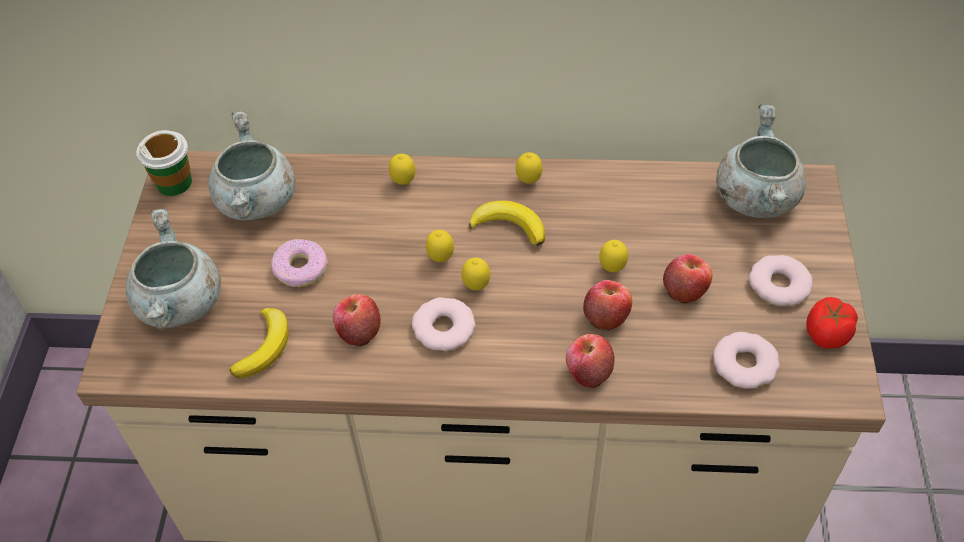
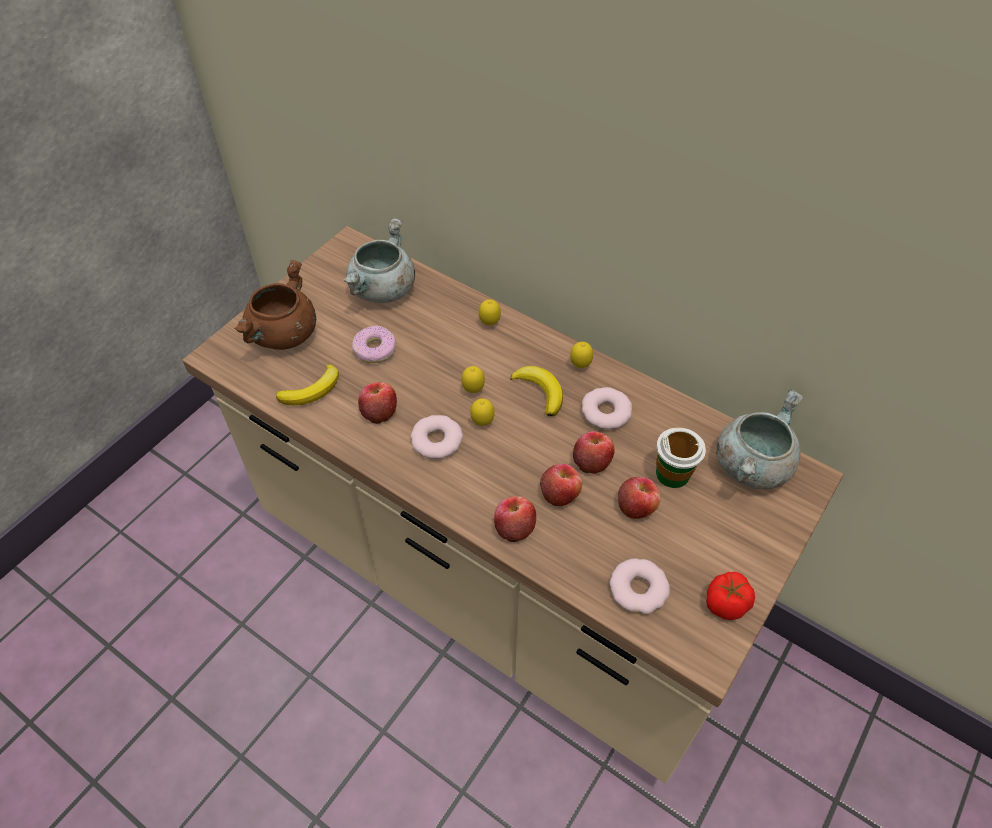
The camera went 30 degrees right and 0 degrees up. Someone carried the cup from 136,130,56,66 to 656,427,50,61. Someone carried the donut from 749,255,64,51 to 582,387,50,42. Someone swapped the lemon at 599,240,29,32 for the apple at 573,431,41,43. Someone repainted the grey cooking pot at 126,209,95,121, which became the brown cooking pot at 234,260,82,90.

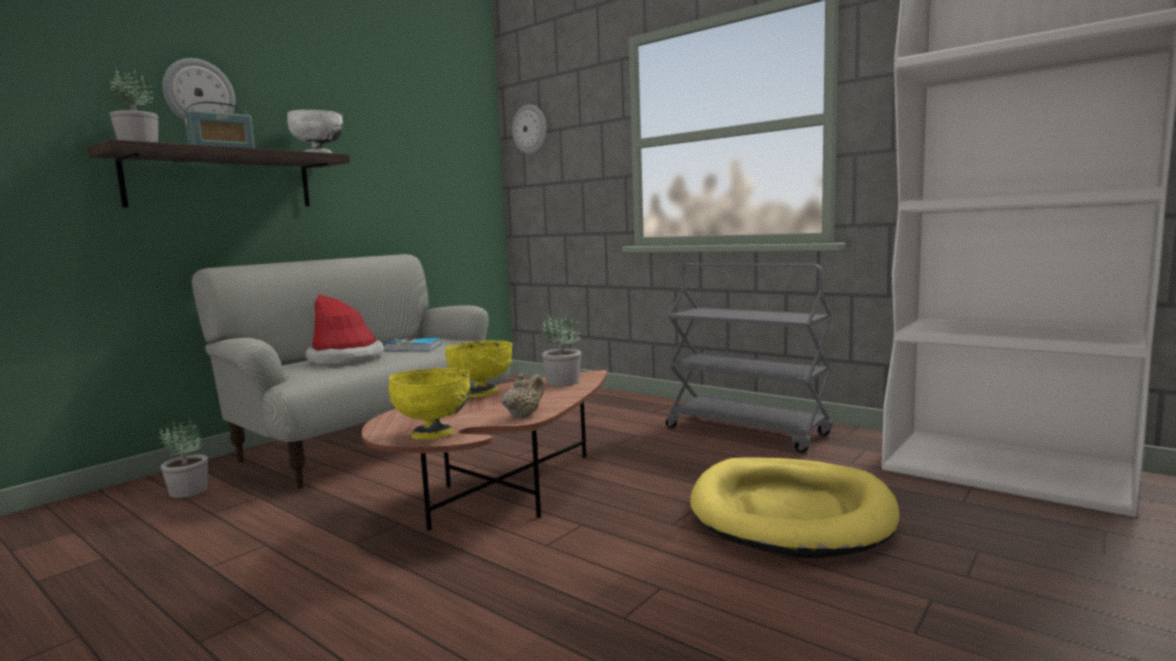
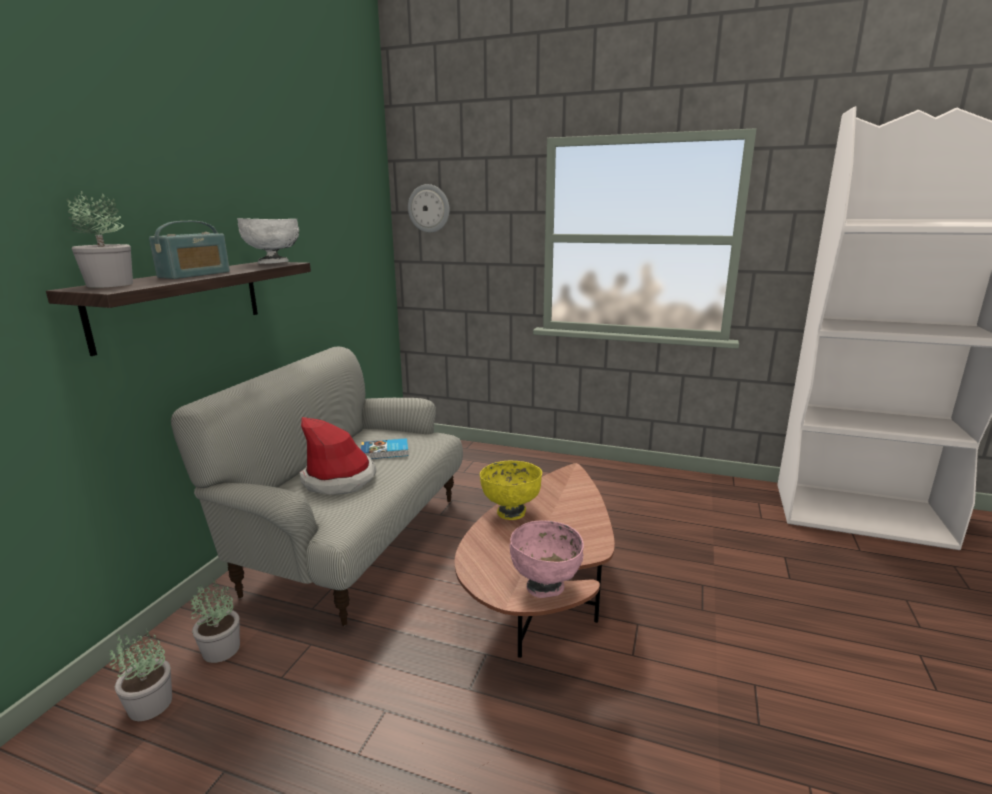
The camera went 20 degrees left and 10 degrees up. Someone took away the wall clock at 162,58,73,64. Someone took away the beige teapot at 502,373,42,45. Someone took away the grey cart at 666,263,167,190. Someone took away the yellow dog bed at 690,458,209,100. Someone carried the potted plant from 542,312,39,74 to 109,630,63,91. Someone repainted the yellow bowl at 389,368,81,71, which became the pink bowl at 510,521,74,77.

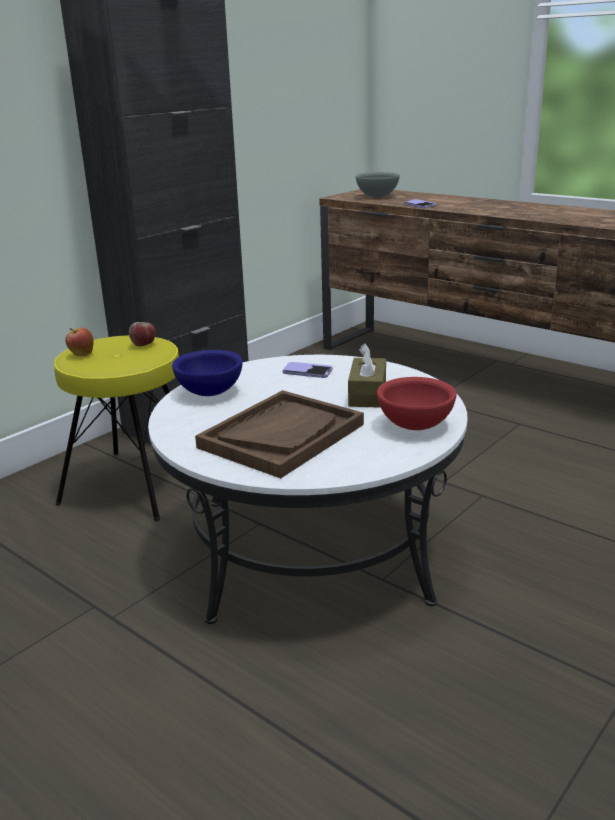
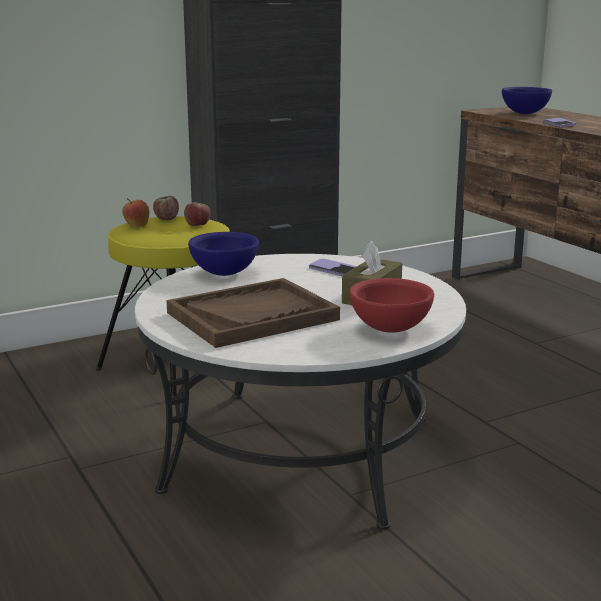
The camera went 20 degrees right and 5 degrees down. Someone put down the apple at 153,196,26,24. Someone repainted the grey bowl at 356,172,44,25, which became the blue bowl at 502,87,50,27.

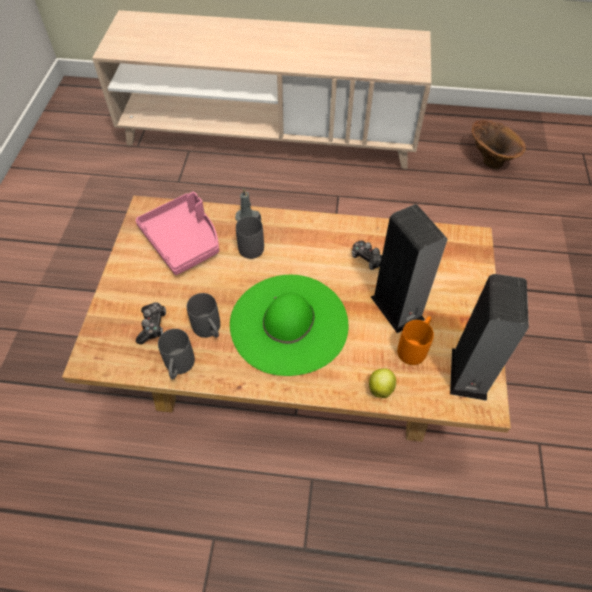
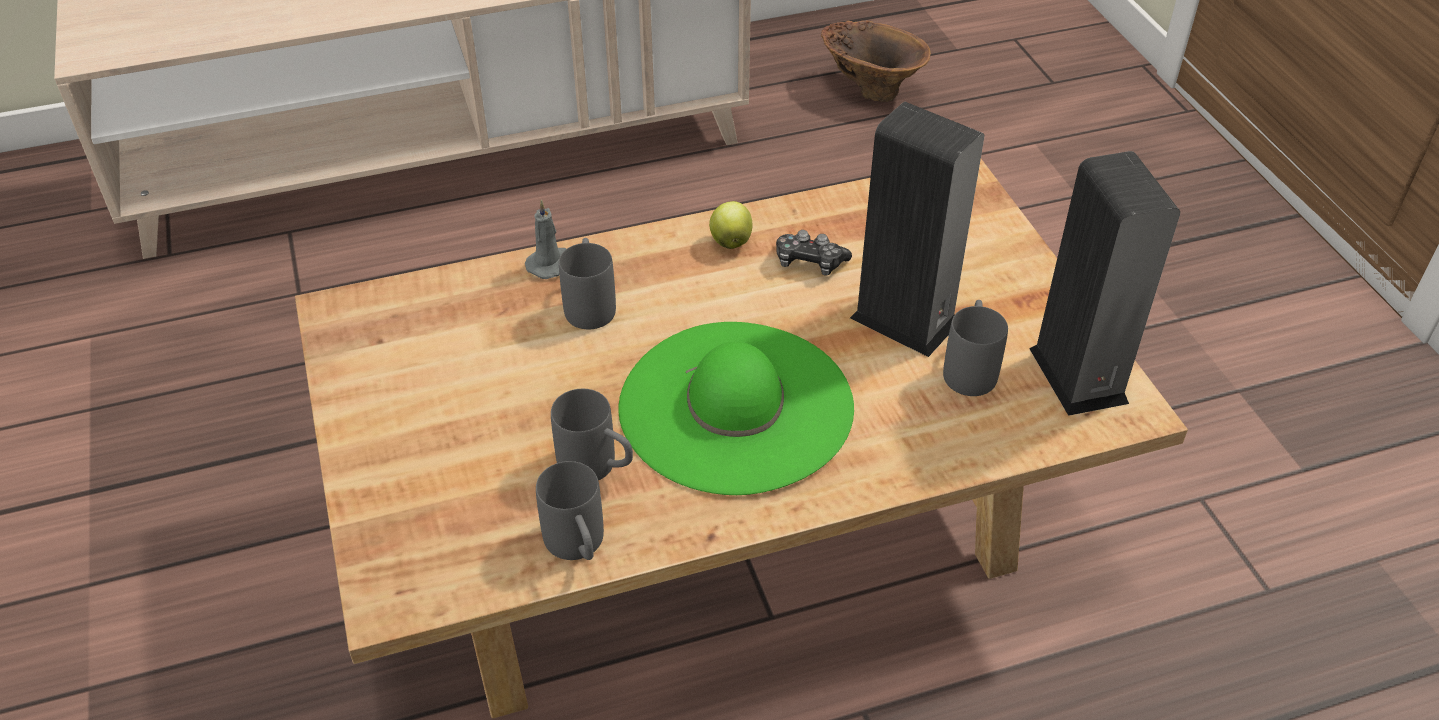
The camera went 25 degrees left and 10 degrees down. Someone took away the pink tray at 135,192,84,83. Someone took away the game controller at 136,302,30,42. Someone carried the apple from 369,368,27,30 to 709,201,43,48. Someone repainted the orange mug at 397,316,37,49, which became the grey mug at 943,300,65,96.

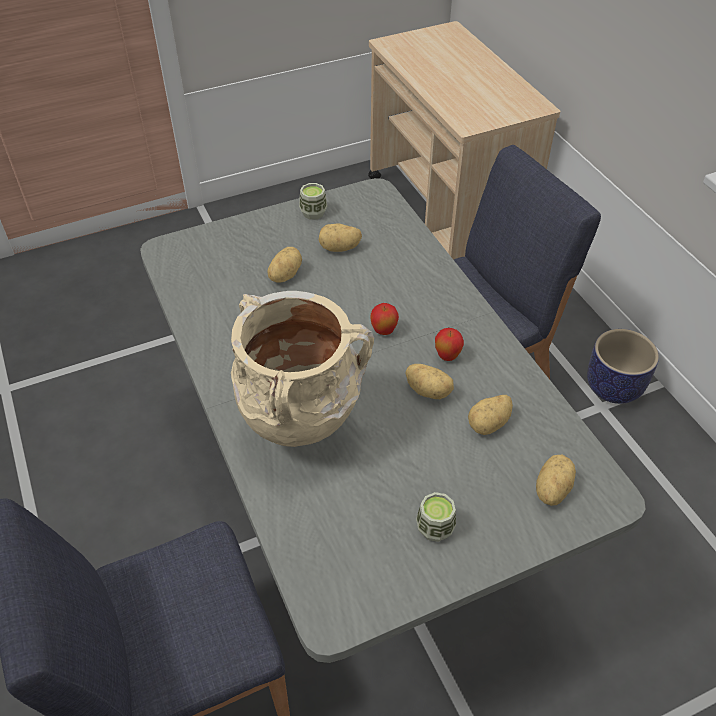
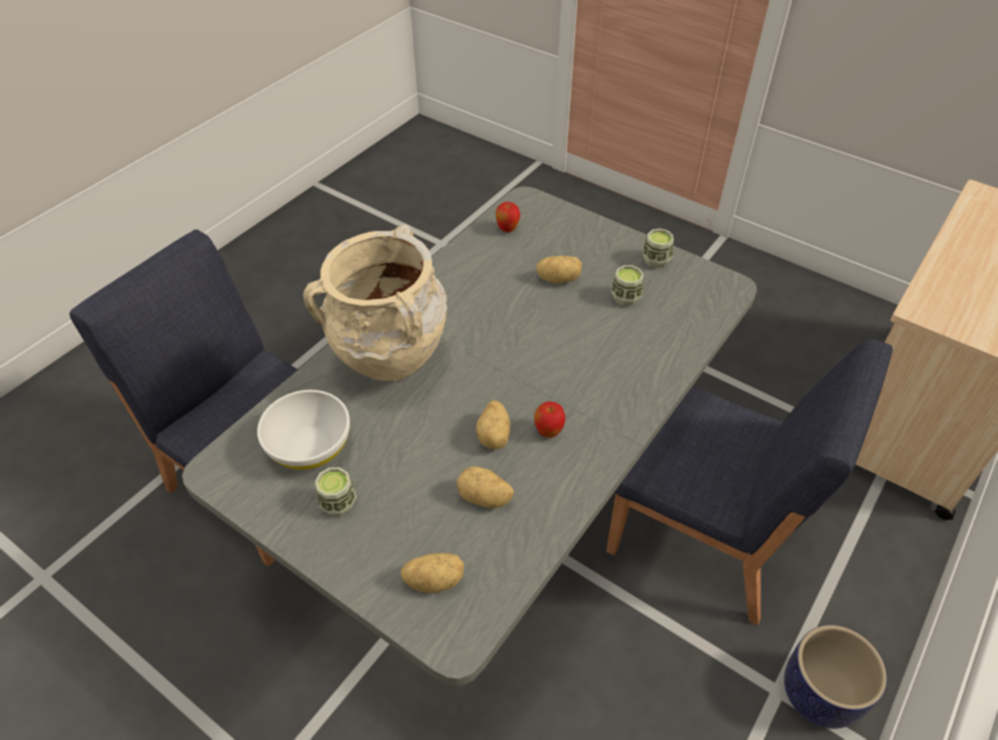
The camera went 60 degrees right and 0 degrees up. Someone put down the white bowl at 257,390,93,80. Someone carried the apple from 370,303,29,32 to 496,202,24,30. Someone swapped the potato at 319,224,43,28 for the cup at 611,265,33,41.

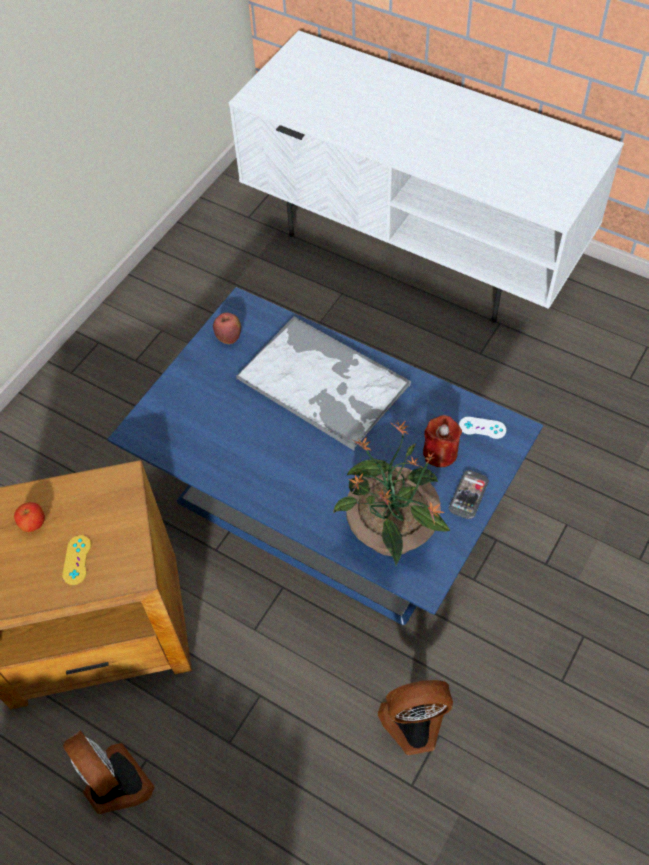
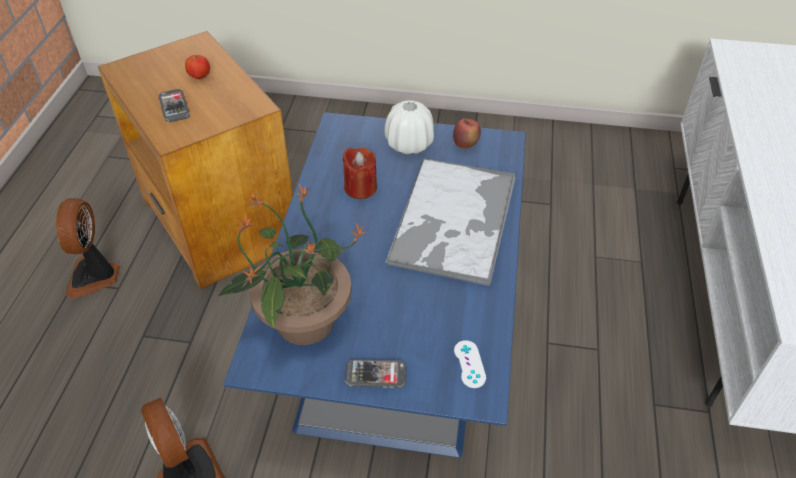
The camera went 65 degrees right and 10 degrees down. Someone put down the white vase at 385,100,49,54. Someone carried the red candle from 423,415,39,52 to 342,147,35,52. Someone swapped the yellow game controller at 62,535,29,50 for the phone at 158,89,32,33. Someone rotated the fan at 63,730,92,84 by 150 degrees clockwise.

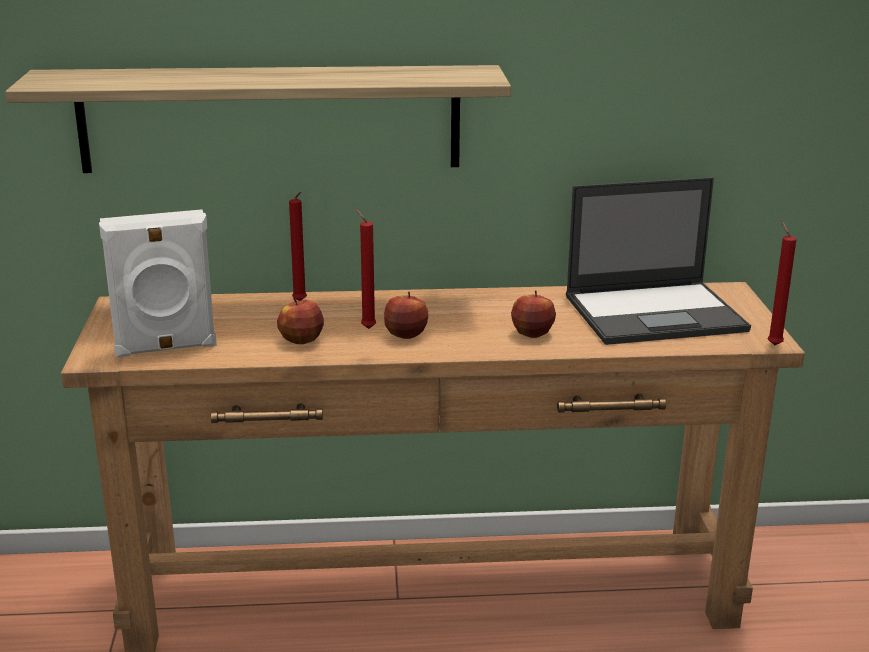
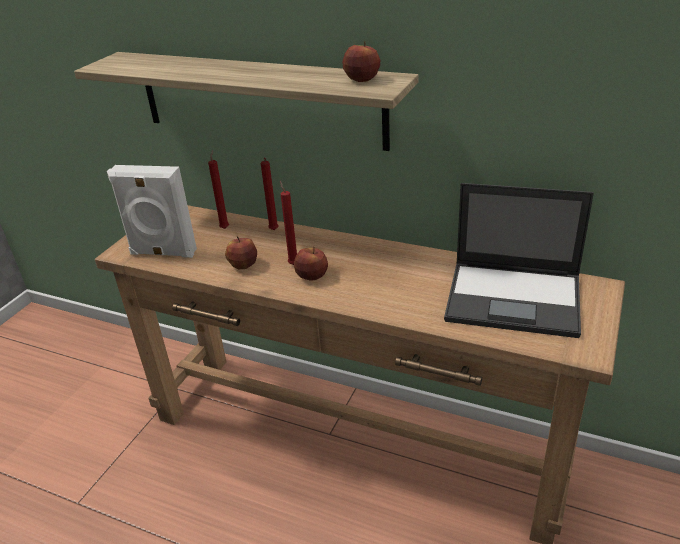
The camera went 30 degrees right and 10 degrees up. Someone carried the apple from 511,290,45,48 to 342,41,38,41. Someone carried the red candle from 768,222,29,124 to 208,150,21,79.

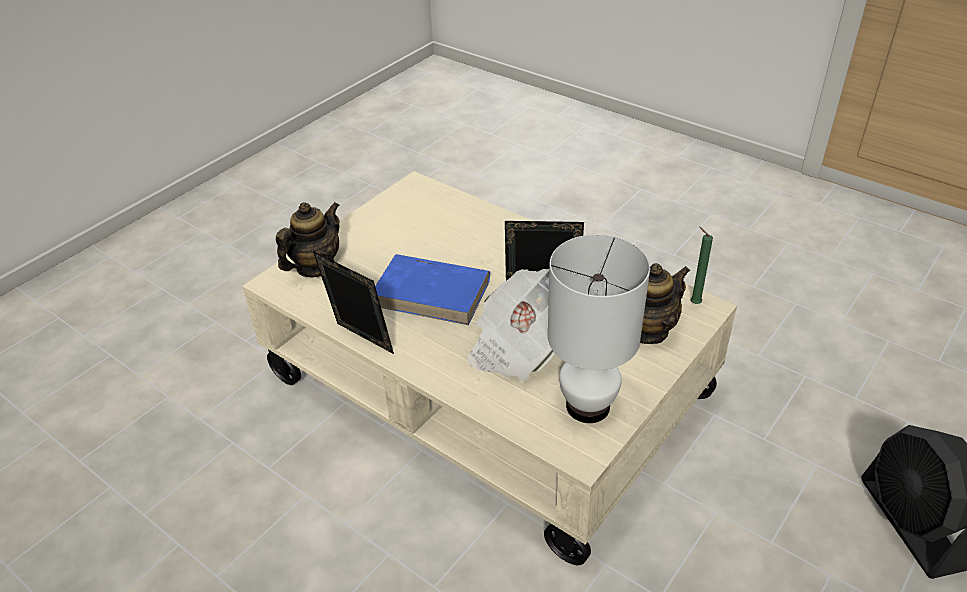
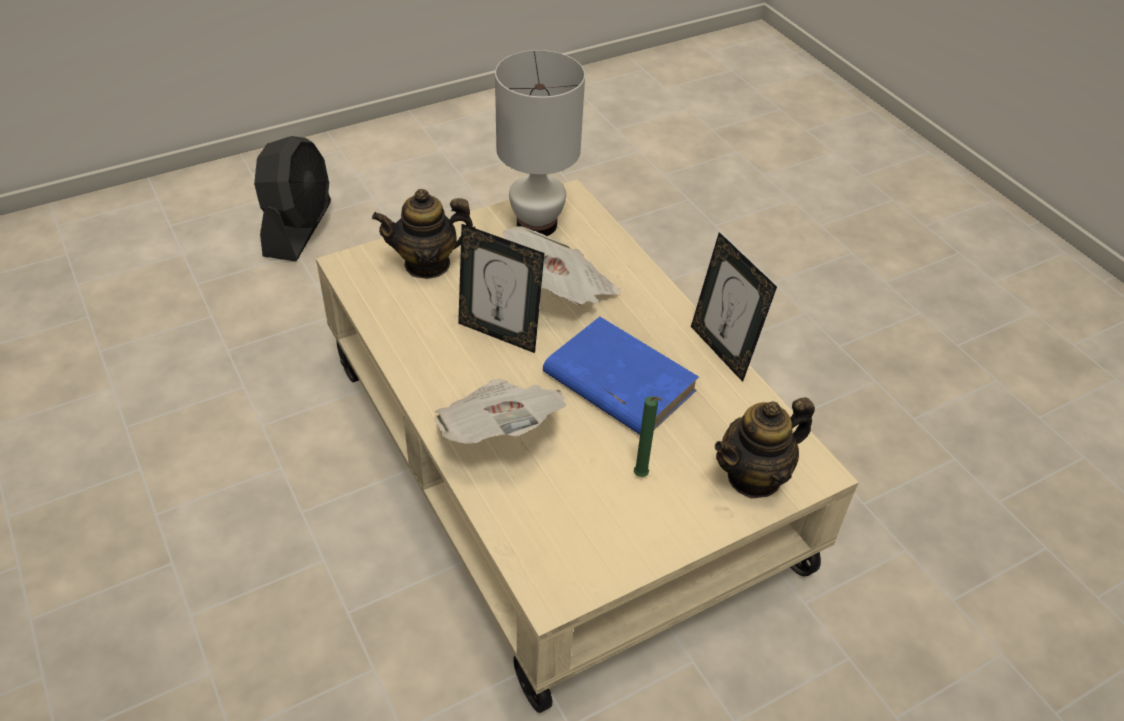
The camera went 160 degrees left and 5 degrees up. Someone put down the newspaper at 434,379,133,65. Someone carried the green candle from 691,227,22,77 to 634,396,29,81.

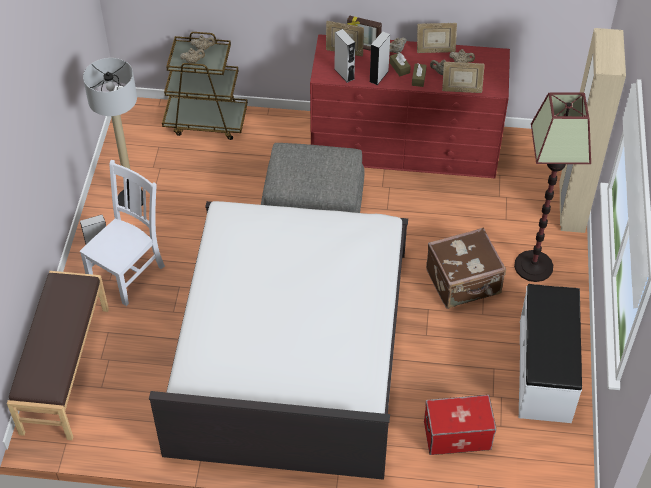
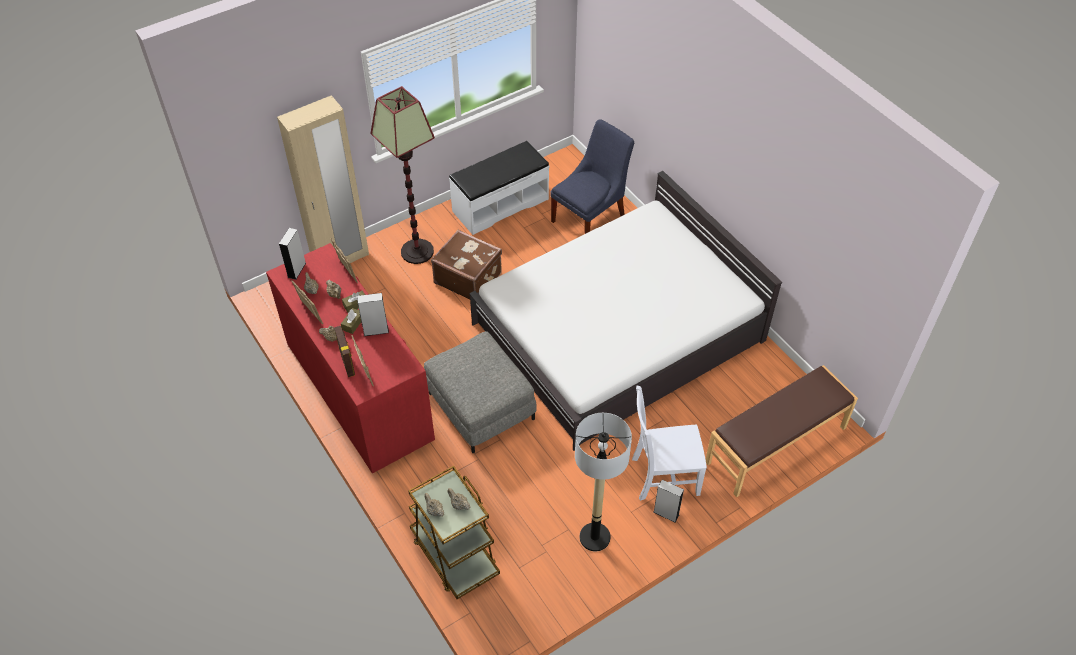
The camera went 130 degrees left and 0 degrees up. Someone carried the grey speaker from 334,29,21,54 to 279,228,27,52. Someone swapped the storage box at 424,395,72,60 for the blue chair at 551,119,83,115.

